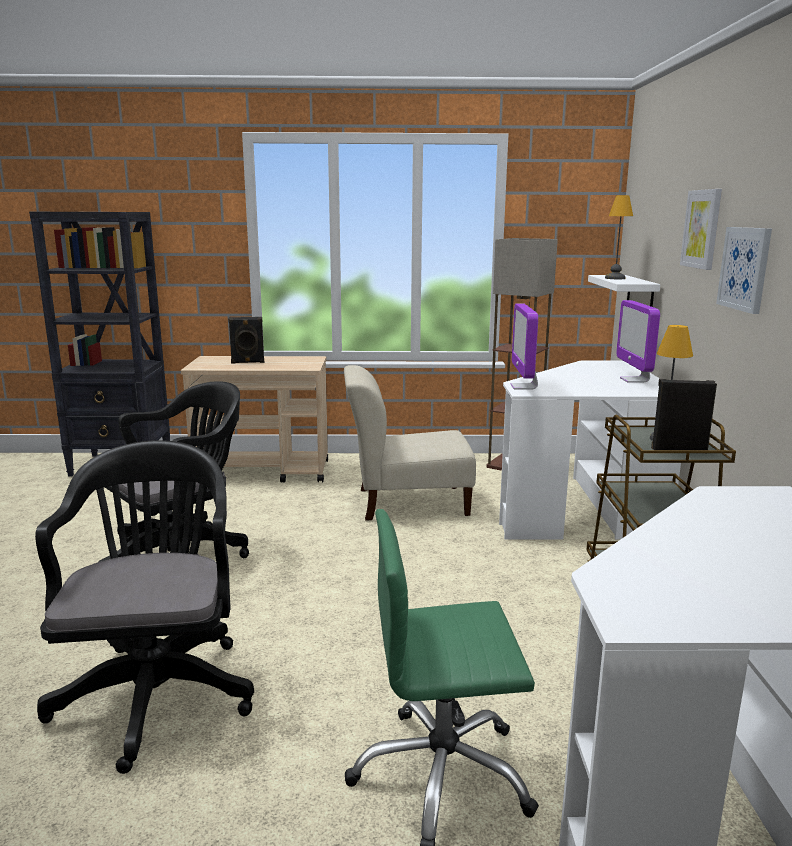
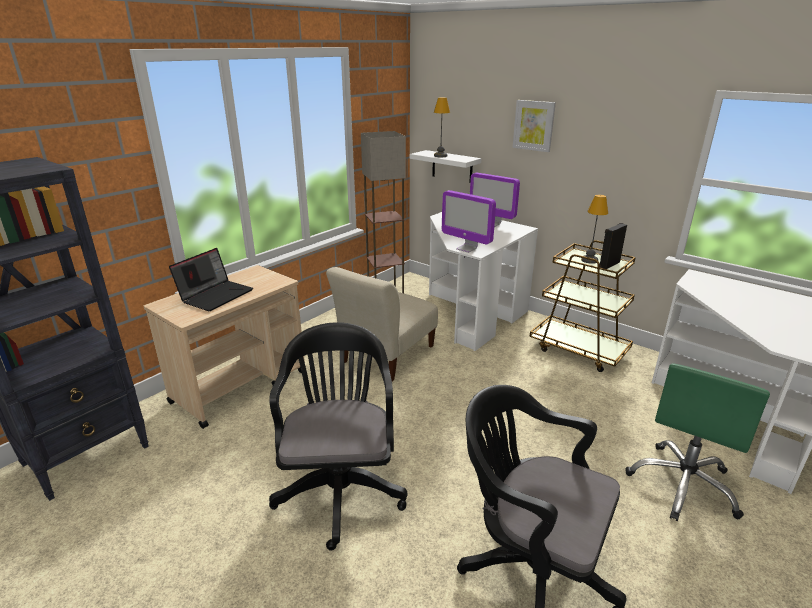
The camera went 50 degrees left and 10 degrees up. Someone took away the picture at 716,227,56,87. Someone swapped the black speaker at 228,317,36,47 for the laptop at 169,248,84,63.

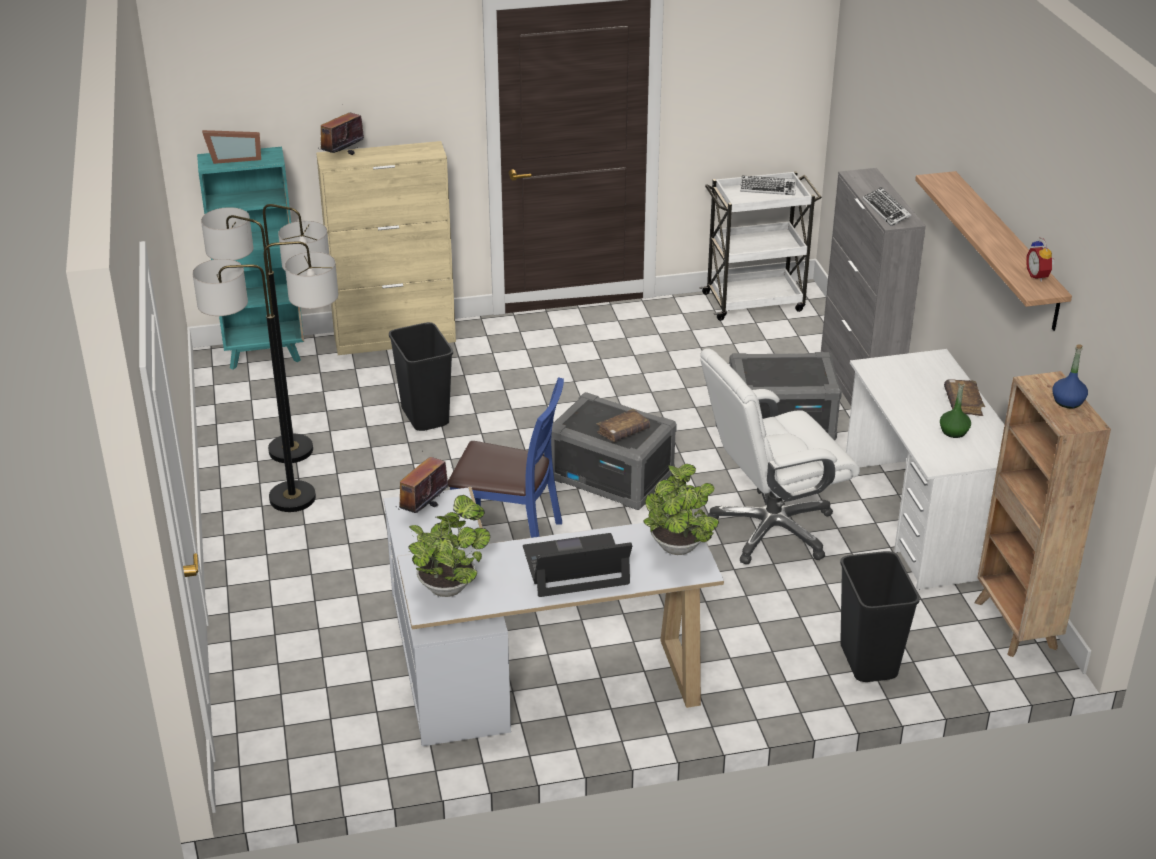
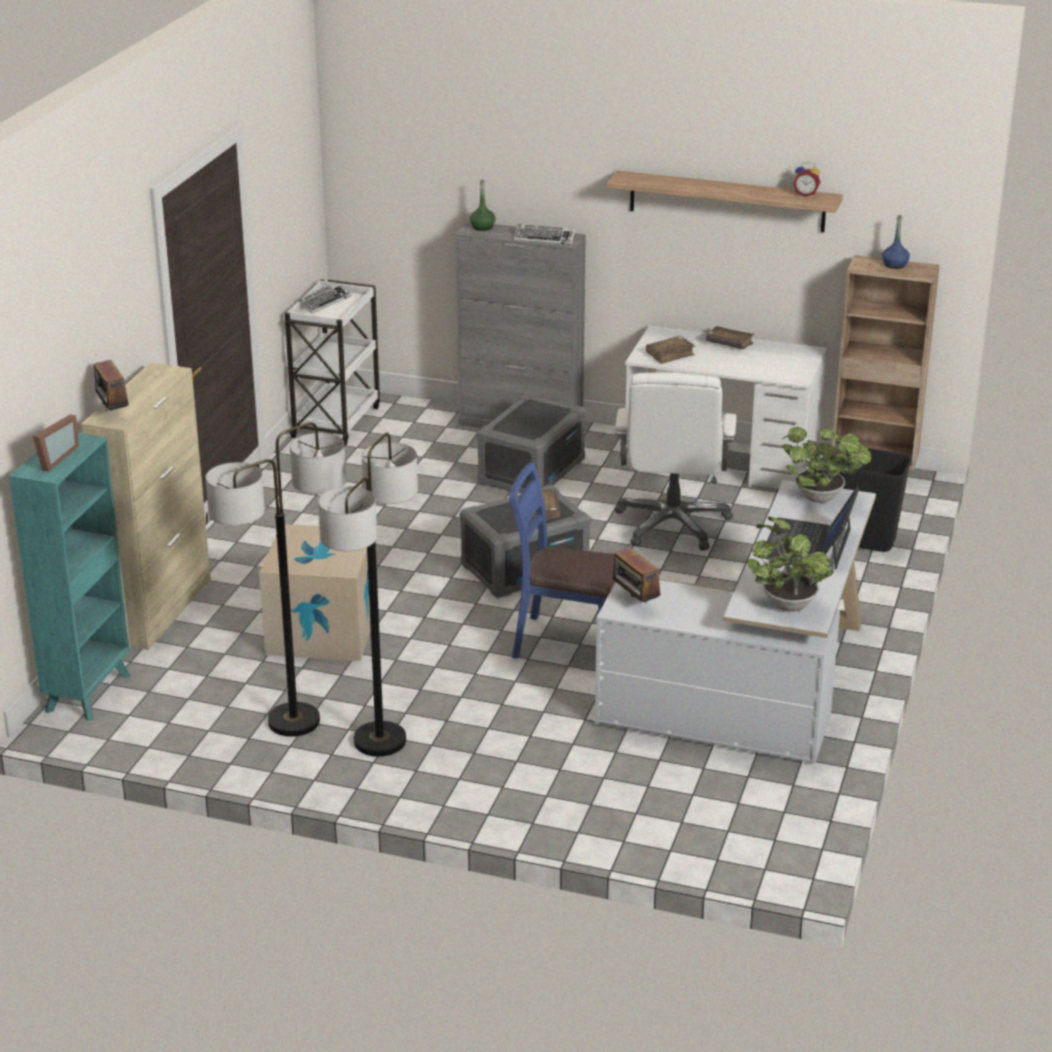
The camera went 60 degrees left and 5 degrees down. Someone put down the brown book at 646,336,50,28. Someone carried the green bottle from 940,381,31,57 to 470,180,26,51. Someone swapped the black trash can at 389,322,64,109 for the cardboard box at 259,524,112,137. Someone rotated the blue chair at 448,377,116,161 by 120 degrees counterclockwise.

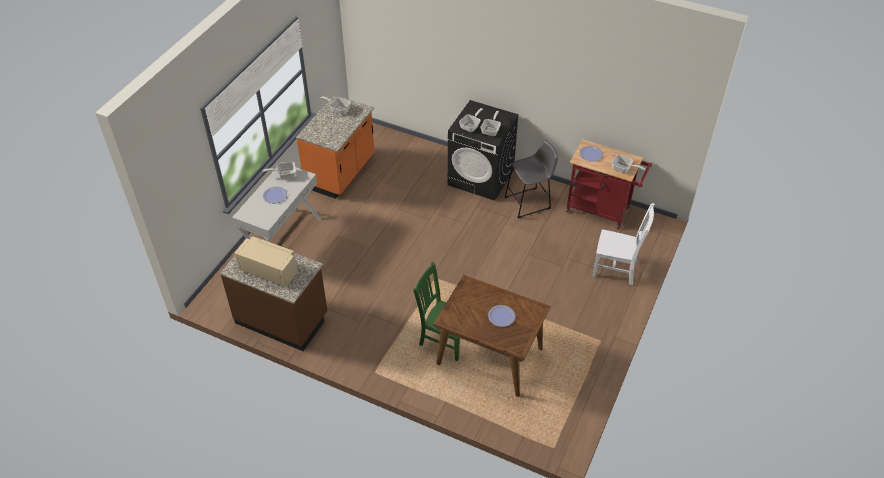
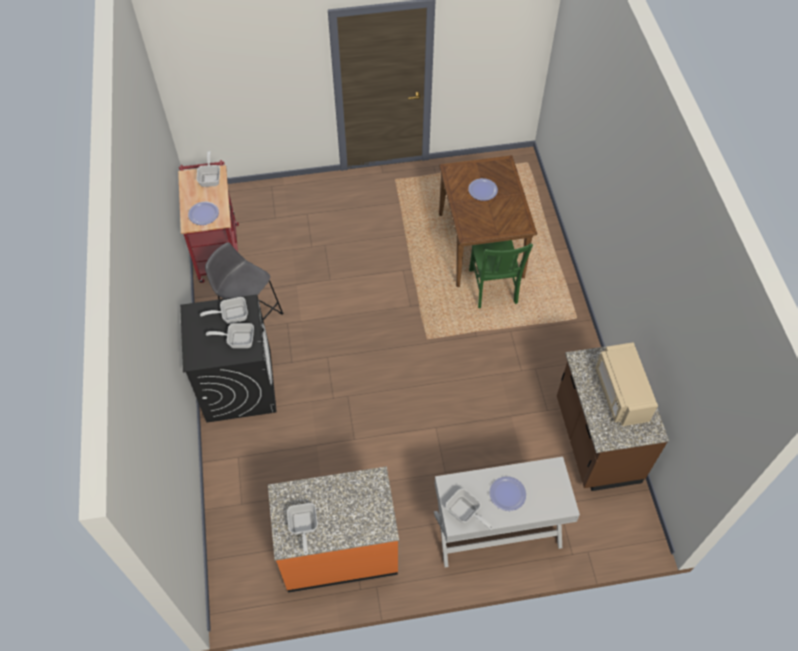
The camera went 125 degrees left and 10 degrees up. Someone took away the white chair at 592,203,63,82.

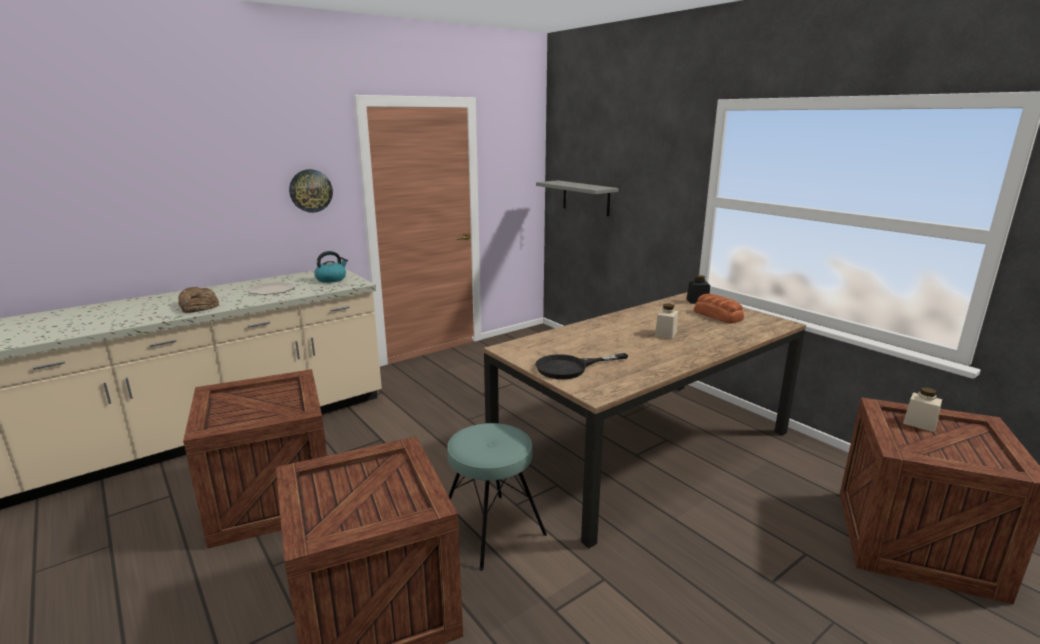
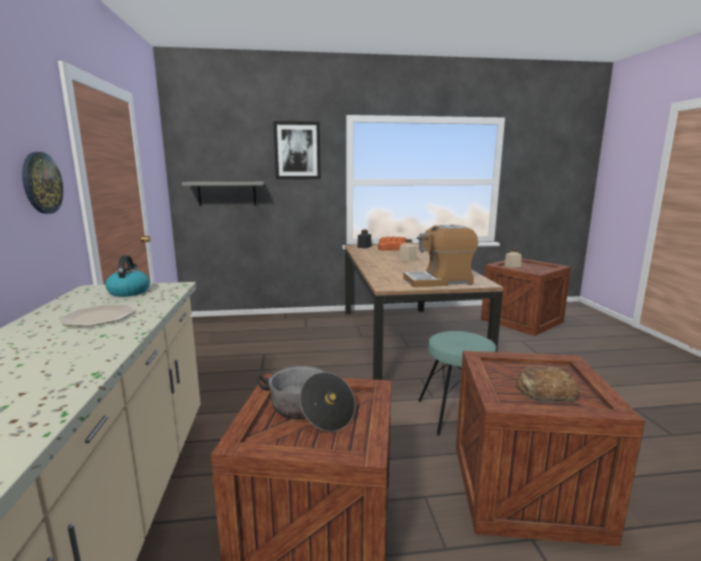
The camera went 60 degrees left and 5 degrees down. Someone put down the cooking pot at 257,365,98,67. Someone put up the picture at 273,121,48,58. Someone carried the bread from 178,287,41,26 to 516,366,65,36. Someone swapped the black frying pan at 535,353,93,26 for the coffee machine at 403,225,75,62.

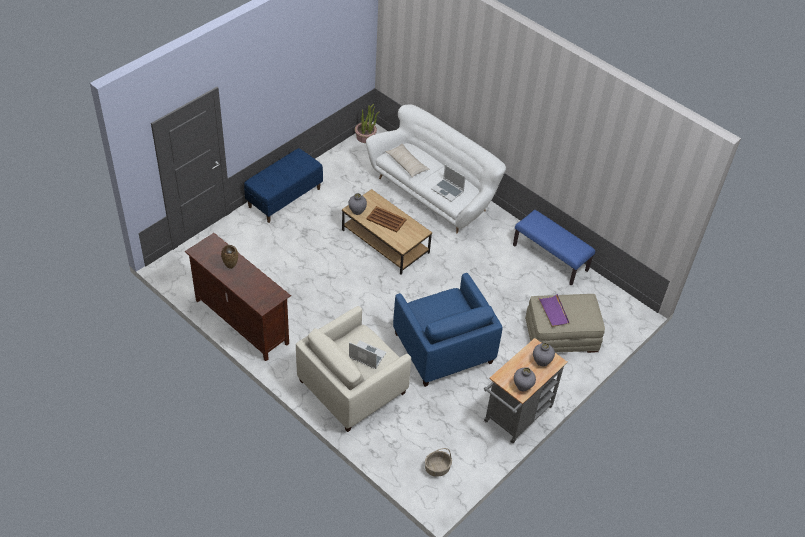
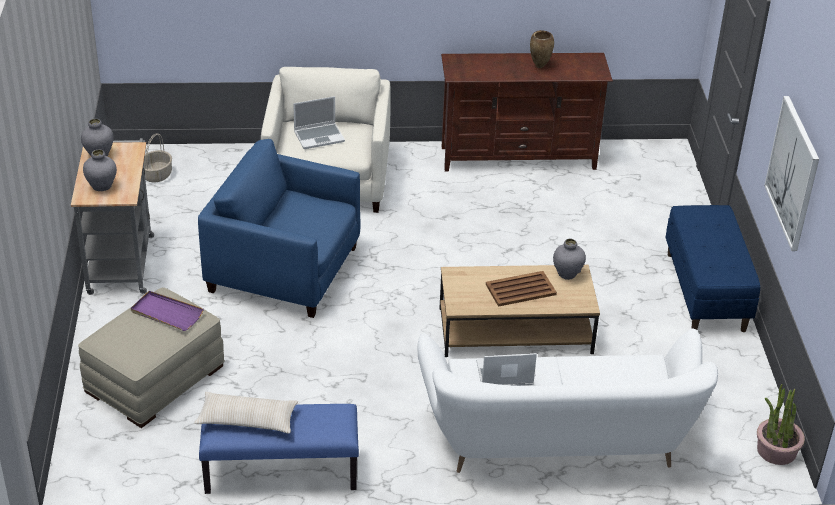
The camera went 135 degrees right and 10 degrees down. Someone put up the picture at 764,96,55,155. Someone carried the beige pillow from 385,144,44,33 to 194,392,104,41.

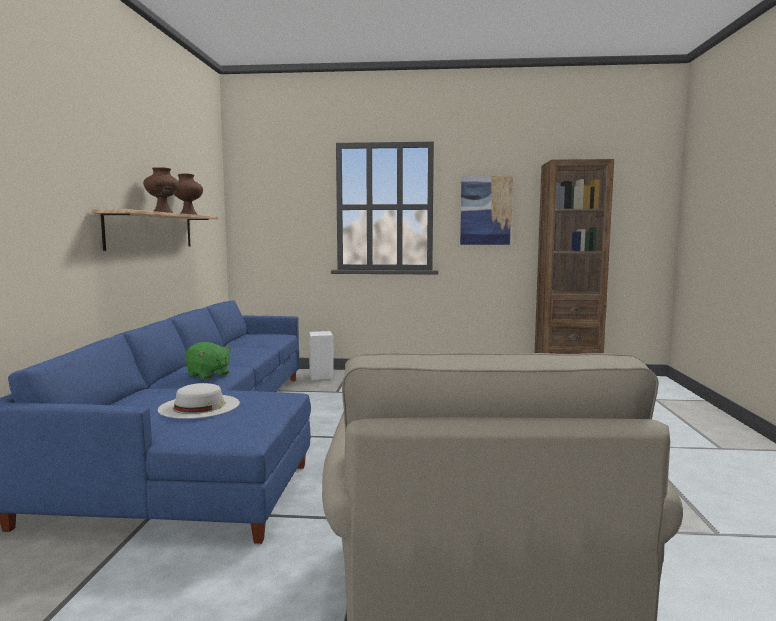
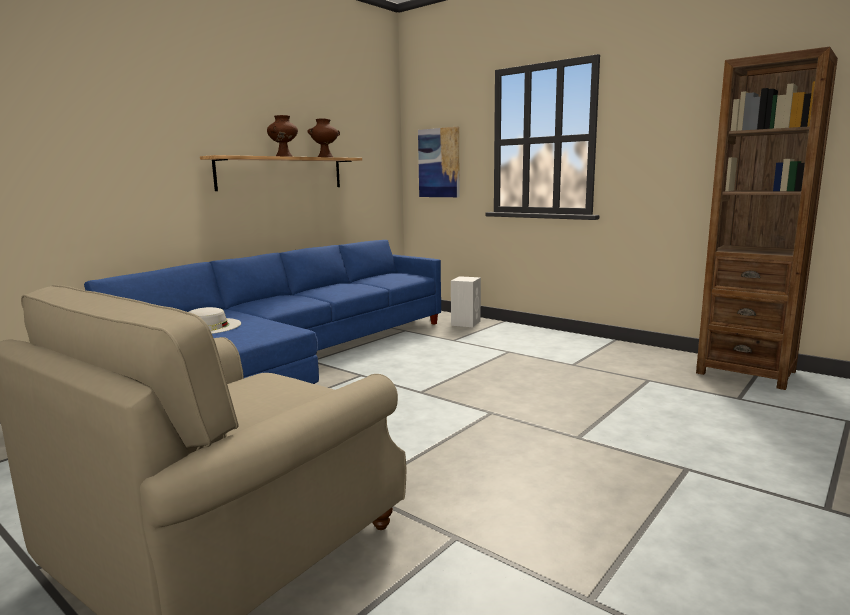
The camera went 35 degrees right and 5 degrees up. Someone took away the green plush toy at 185,342,46,37. Someone carried the picture from 460,176,53,69 to 418,127,42,70.

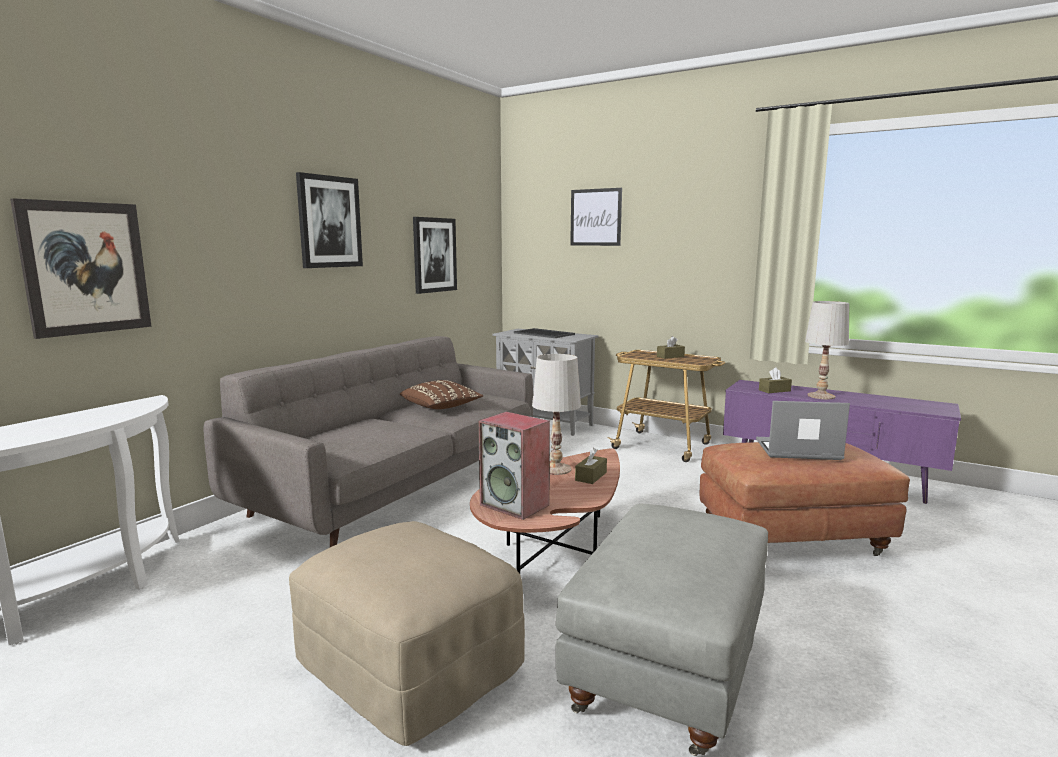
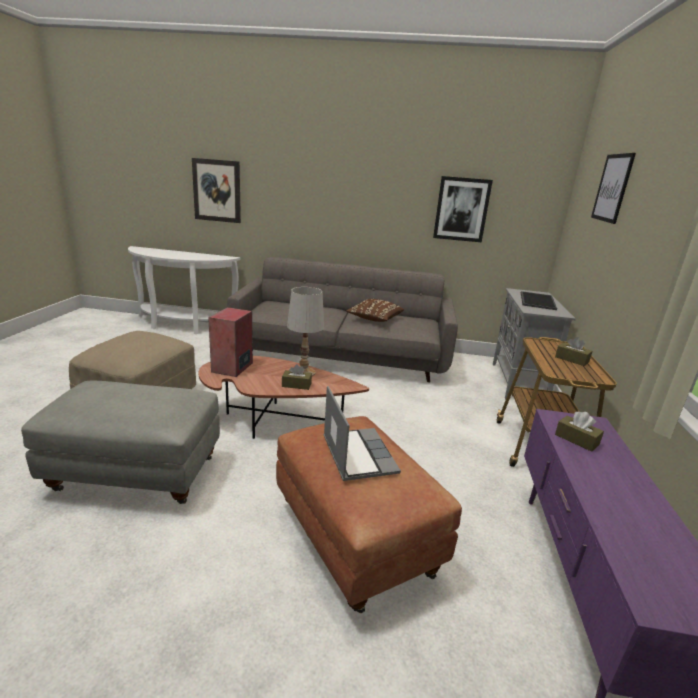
The camera went 65 degrees right and 10 degrees up. Someone took away the picture at 296,172,67,96. Someone took away the white table lamp at 805,301,44,98.

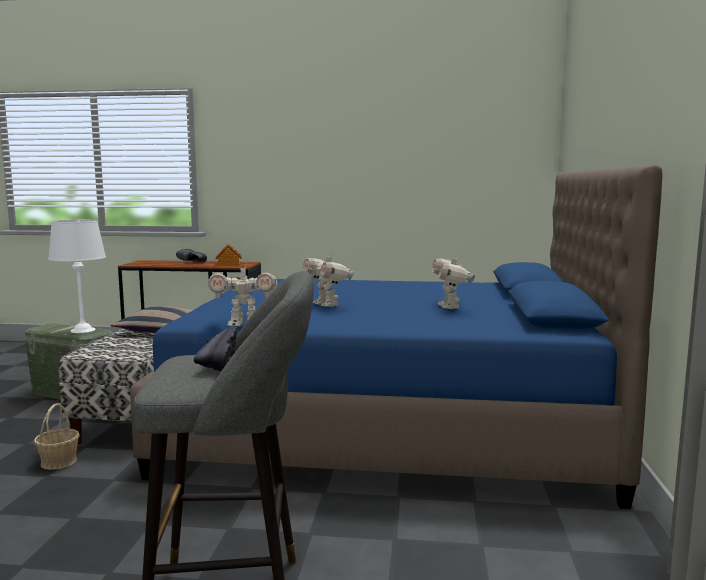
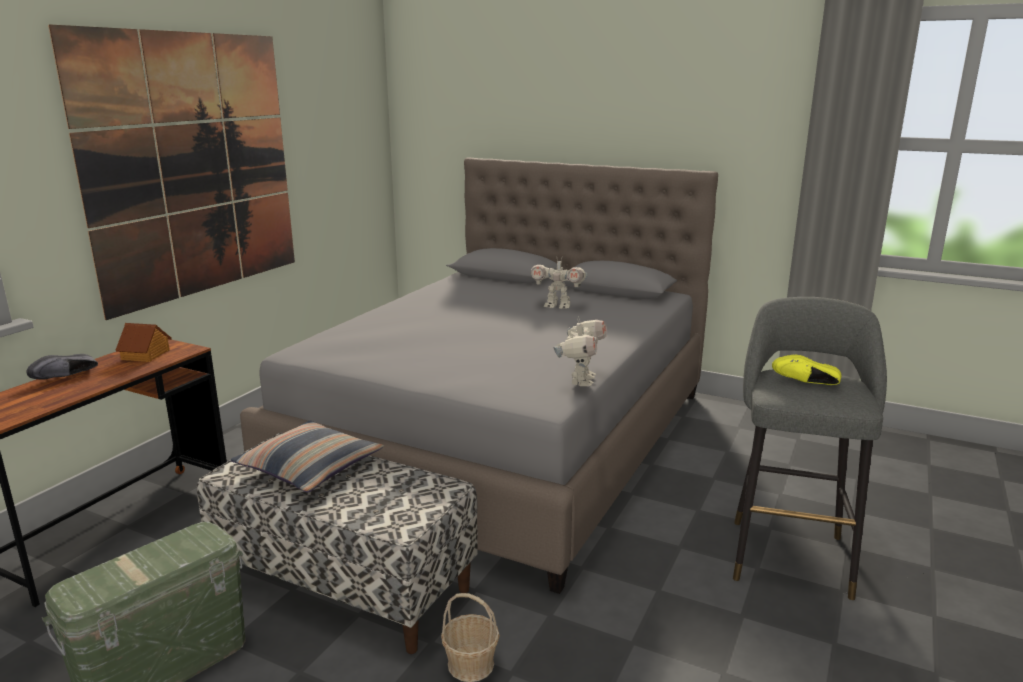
The camera went 70 degrees left and 10 degrees up. Someone took away the white table lamp at 48,220,58,113. Someone took away the toy robot at 303,253,51,54. Someone put up the picture at 48,25,247,295. Someone repainted the blue bed at 130,165,533,344, which became the grey bed at 240,158,478,436. Someone repainted the black shoe at 194,327,43,44, which became the yellow shoe at 772,354,69,31.

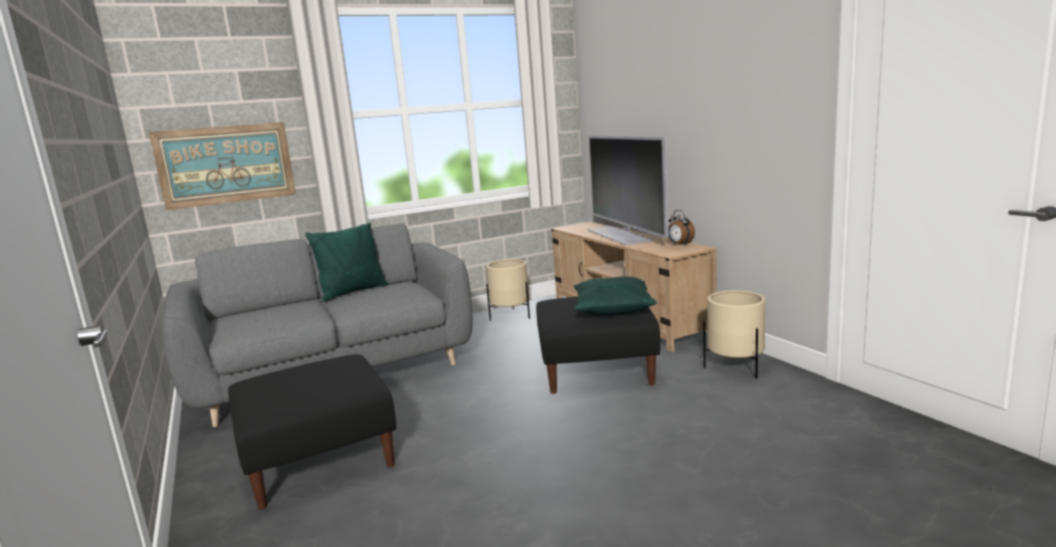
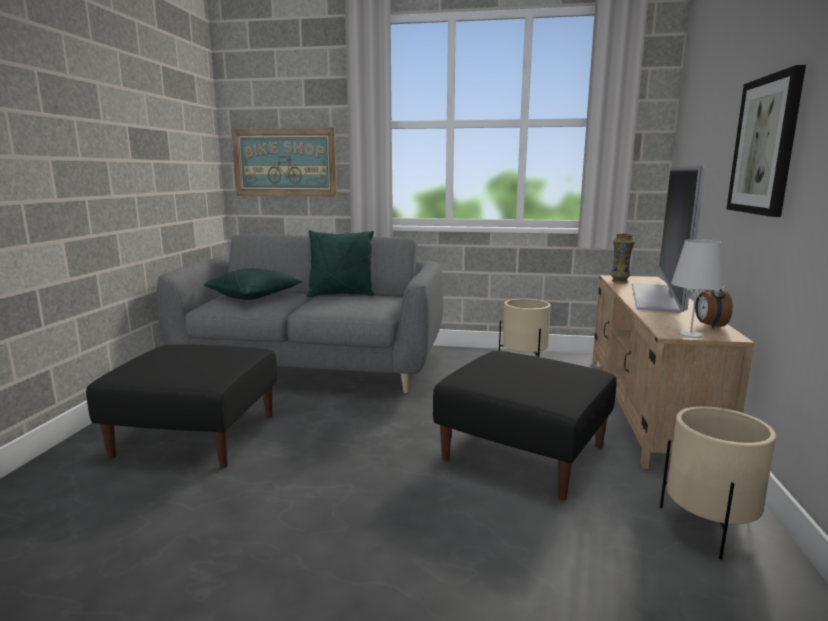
The camera went 35 degrees right and 0 degrees up. Someone put down the vase at 610,233,25,50. Someone put down the white table lamp at 671,239,53,99. Someone put up the picture at 726,65,80,152. Someone carried the green pillow from 574,276,83,39 to 204,268,98,32.

